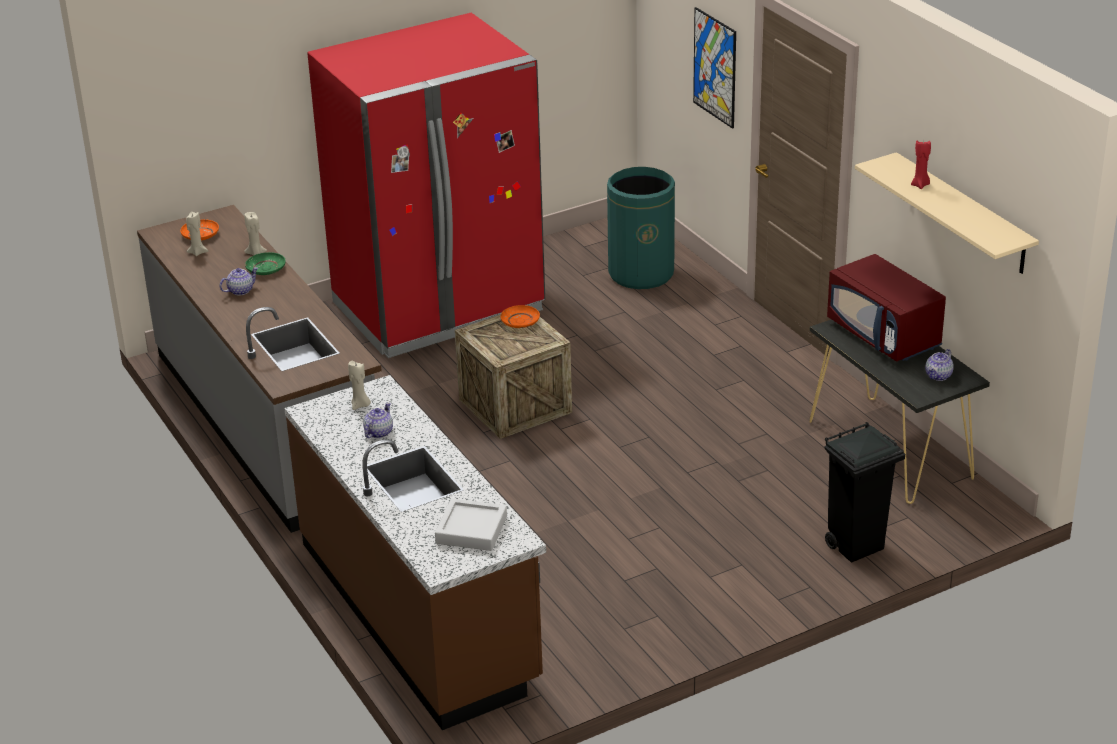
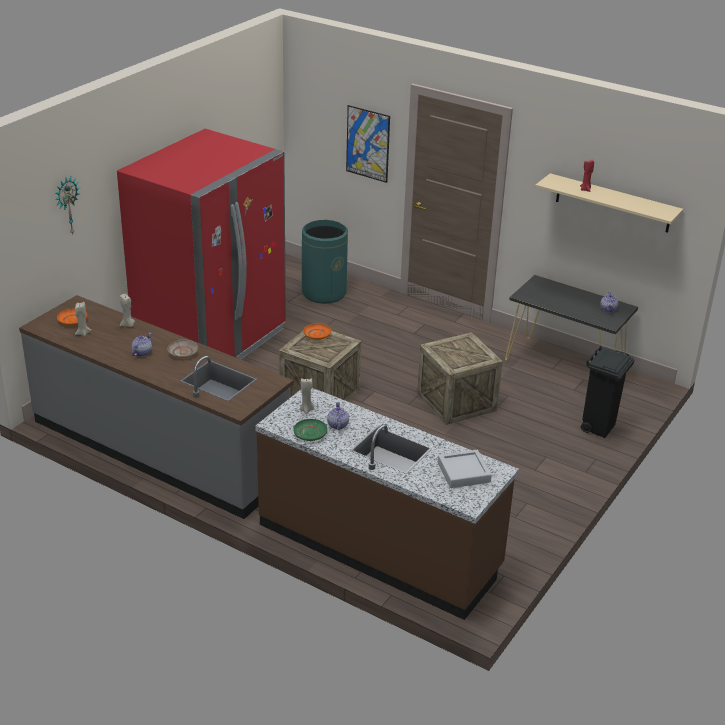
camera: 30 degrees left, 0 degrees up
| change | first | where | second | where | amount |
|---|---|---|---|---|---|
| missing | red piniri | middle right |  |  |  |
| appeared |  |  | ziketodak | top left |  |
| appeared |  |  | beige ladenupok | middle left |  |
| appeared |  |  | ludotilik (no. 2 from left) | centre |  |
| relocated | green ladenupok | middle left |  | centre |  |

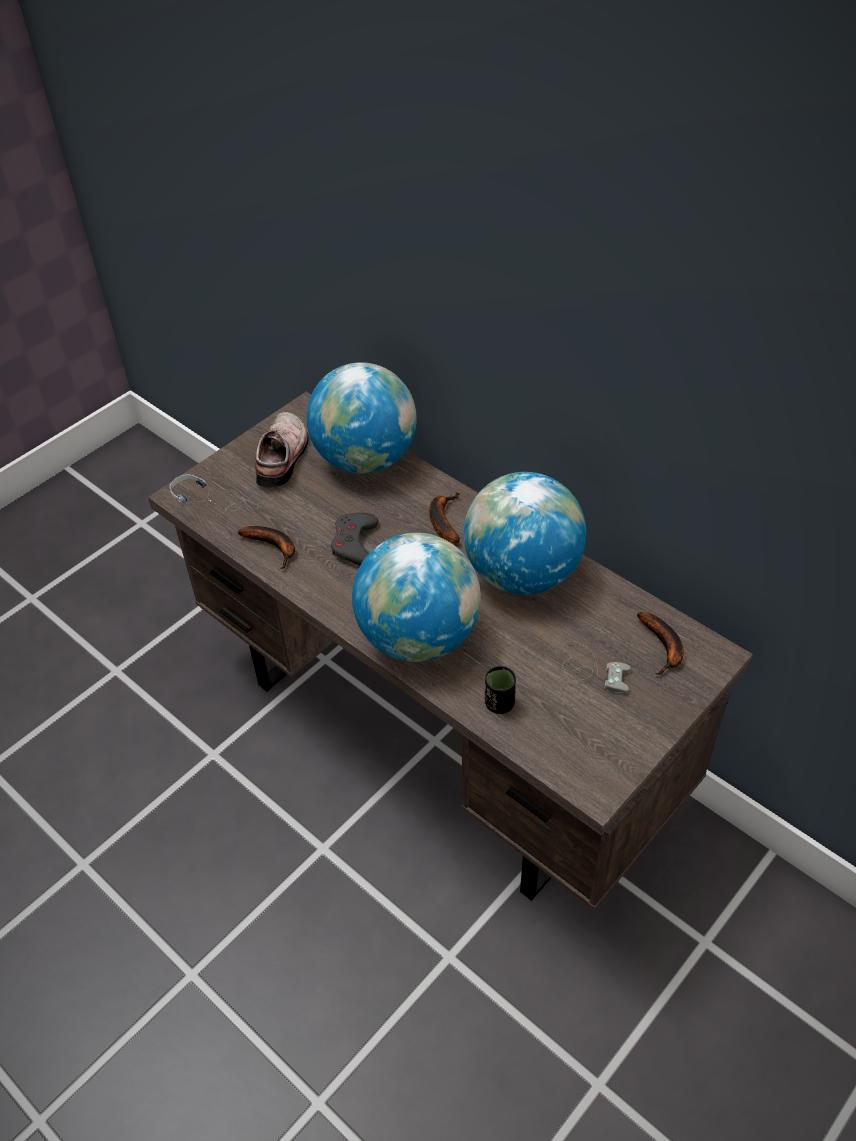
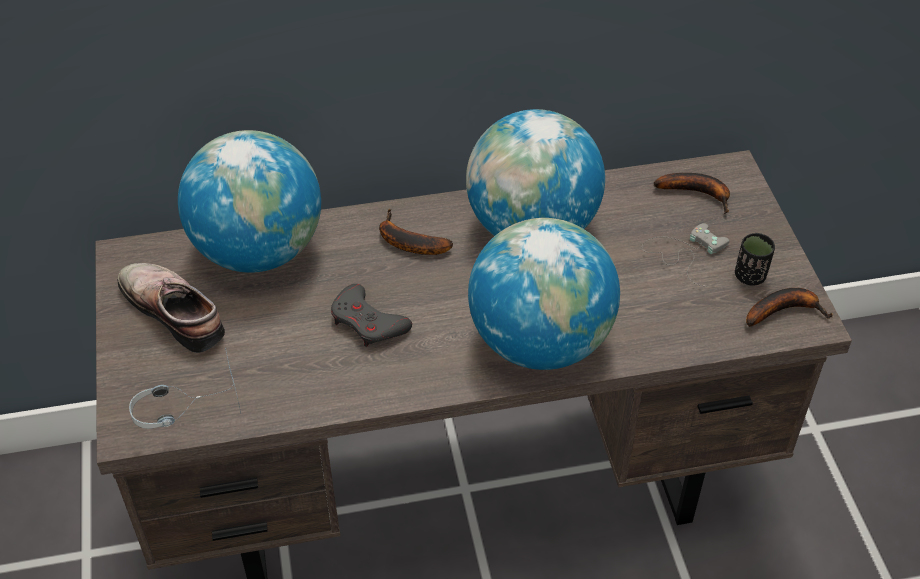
camera: 55 degrees left, 0 degrees up
| change | first | where | second | where | amount |
|---|---|---|---|---|---|
| relocated | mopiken (no. 1 from left in the first image) | middle left | mopiken (no. 3 from left) | middle right |  |
| relocated | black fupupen | centre |  | middle right |  |

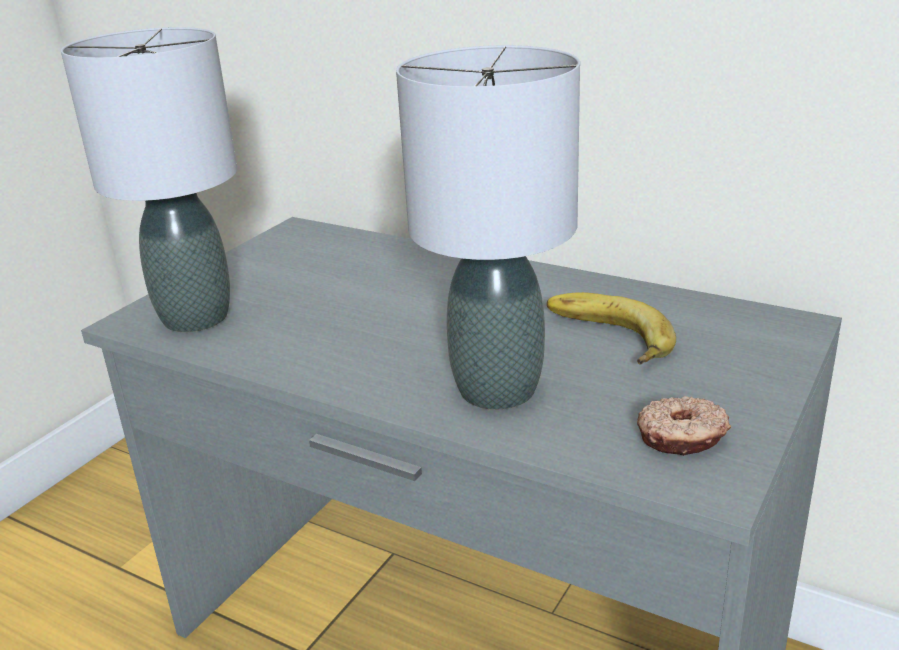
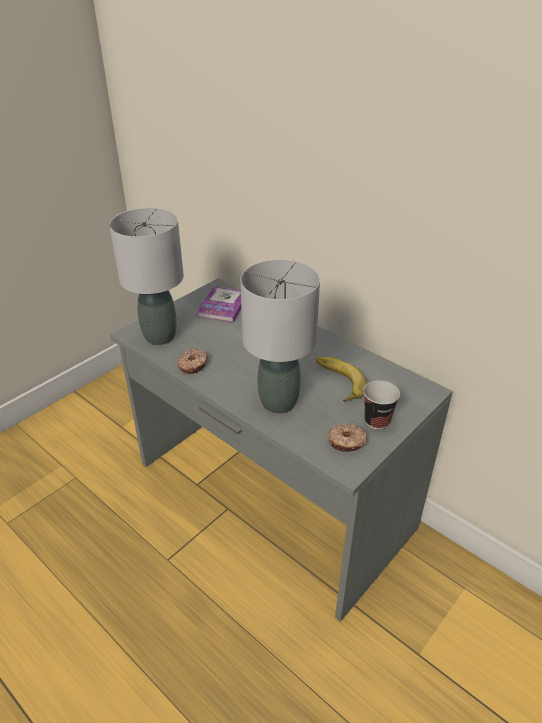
camera: 10 degrees right, 10 degrees up
| change | first | where | second | where | amount |
|---|---|---|---|---|---|
| appeared |  |  | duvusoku (no. 1 from left) | centre |  |
| appeared |  |  | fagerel | centre |  |
| appeared |  |  | fupupen | middle right |  |

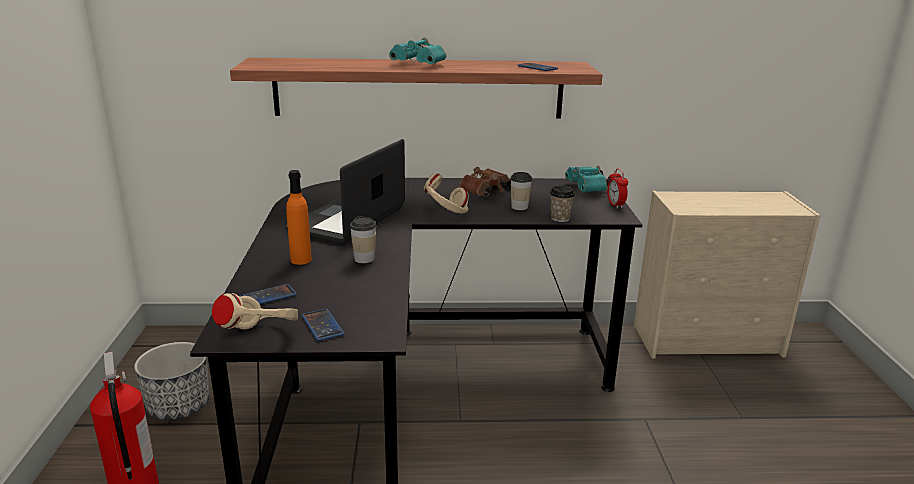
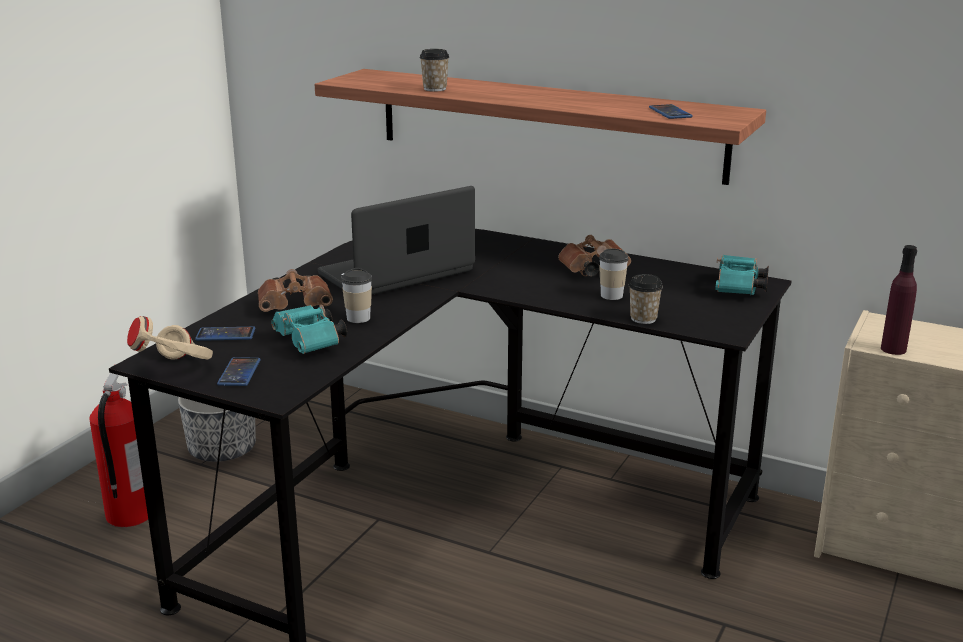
camera: 30 degrees right, 0 degrees up
| change | first | where | second | where | amount |
|---|---|---|---|---|---|
| missing | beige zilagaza (no. 2 from left) | centre |  |  |  |
| missing | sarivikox | middle right |  |  |  |
| appeared |  |  | fupupen (no. 2 from left) | top centre |  |
| appeared |  |  | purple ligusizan | middle right |  |
| relocated | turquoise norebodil (no. 1 from left) | top centre |  | middle left |  |
| exchanged | orange ligusizan | middle left | brown norebodil (no. 1 from left) | middle left |  |

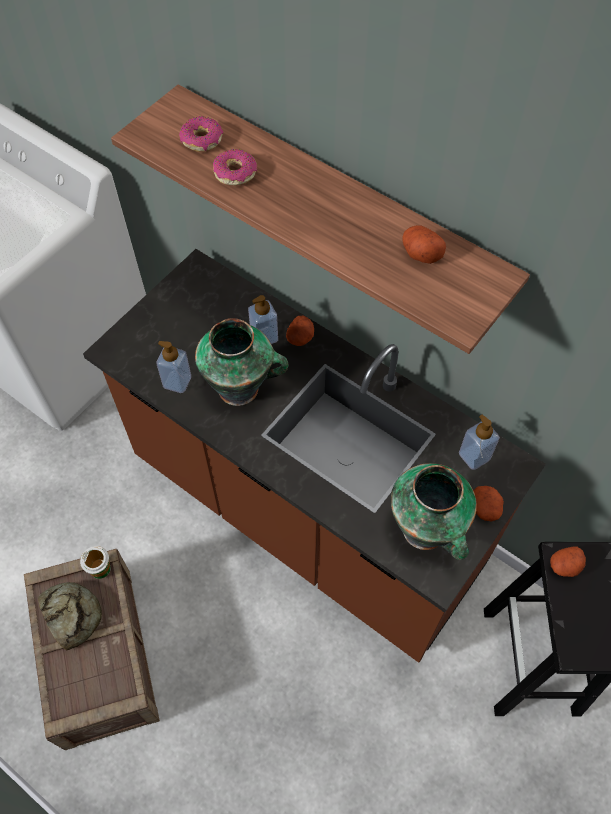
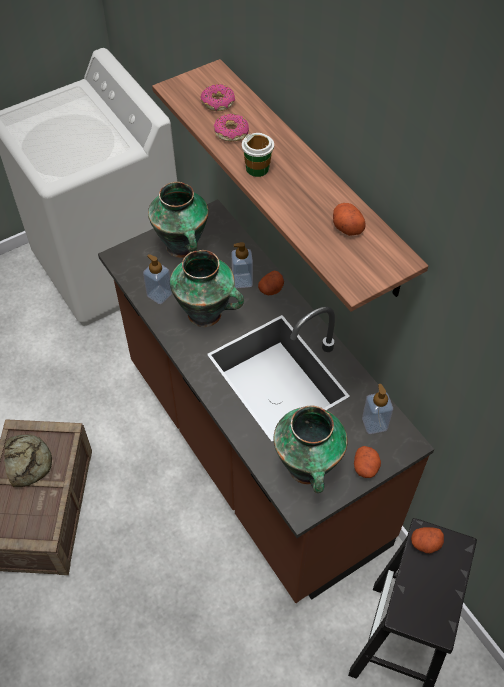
camera: 20 degrees right, 5 degrees down
| change | first | where | second | where | amount |
|---|---|---|---|---|---|
| appeared |  |  | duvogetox (no. 1 from left) | top centre |  |
| relocated | fupupen | bottom left |  | top centre |  |

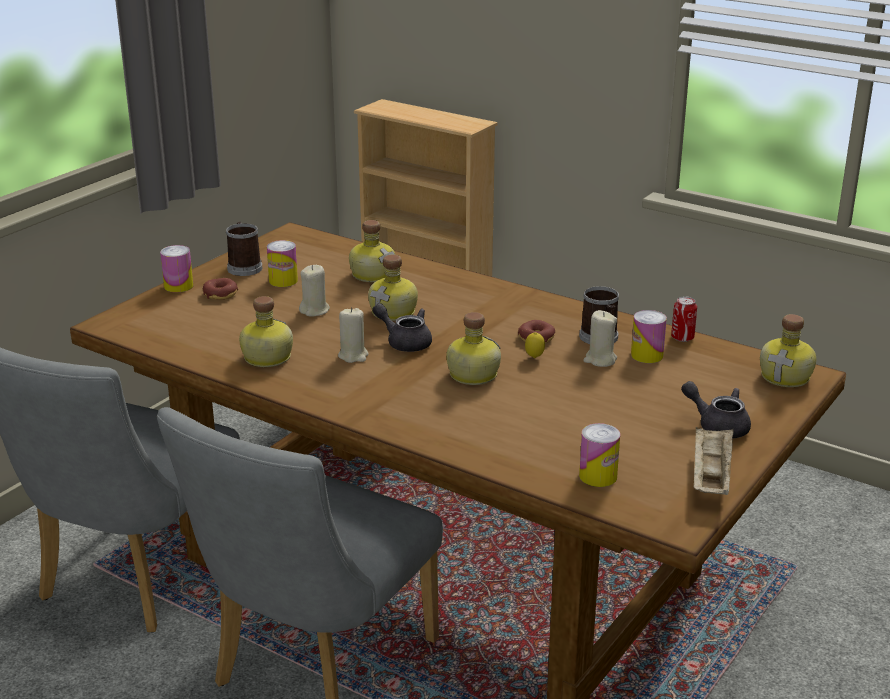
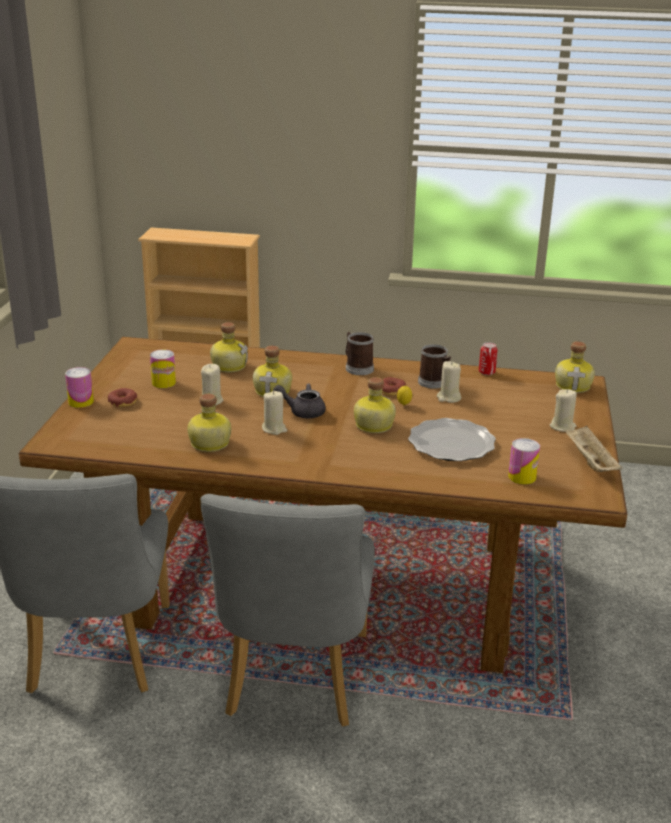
camera: 25 degrees left, 0 degrees up
| change | first | where | second | where | amount |
|---|---|---|---|---|---|
| missing | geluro (no. 4 from left) | middle right |  |  |  |
| appeared |  |  | ladenupok | middle right |  |
| relocated | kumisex (no. 1 from left) | middle left |  | centre |  |
| exchanged | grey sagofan (no. 2 from left) | middle right | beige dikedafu (no. 4 from left) | middle right |  |

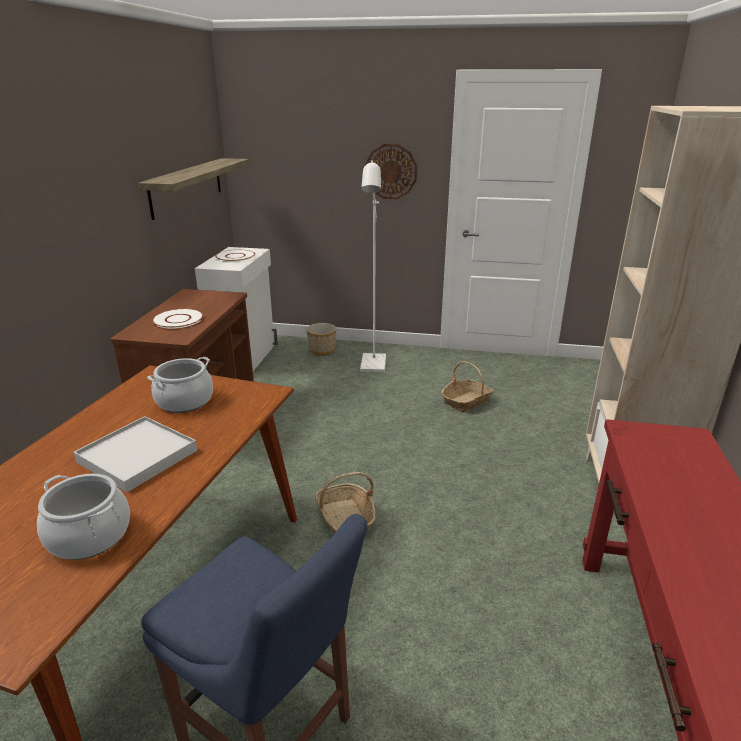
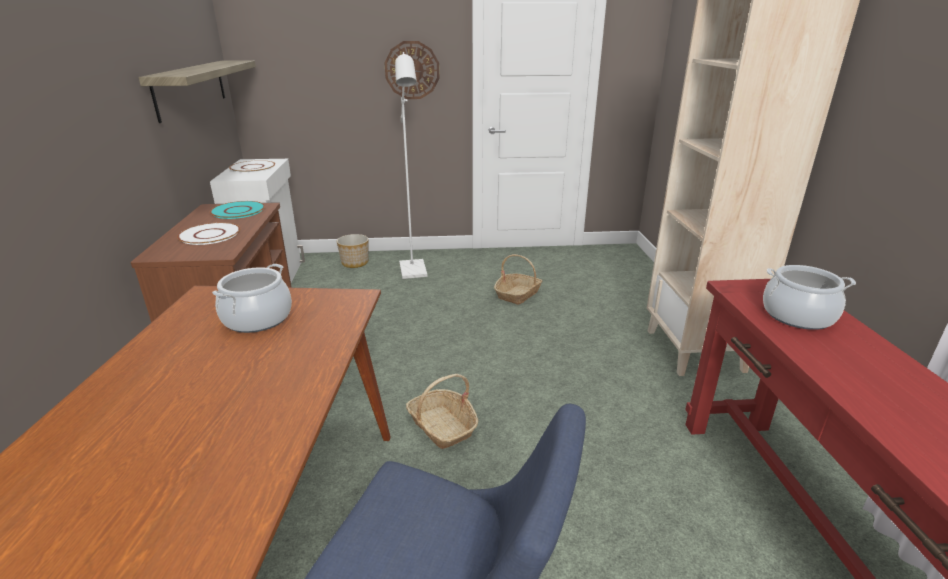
camera: 15 degrees left, 0 degrees up
| change | first | where | second | where | amount |
|---|---|---|---|---|---|
| missing | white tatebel | middle left |  |  |  |
| appeared |  |  | turquoise ladenupok | middle left |  |
| relocated | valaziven (no. 1 from left in the first image) | bottom left | valaziven (no. 2 from left) | middle right |  |

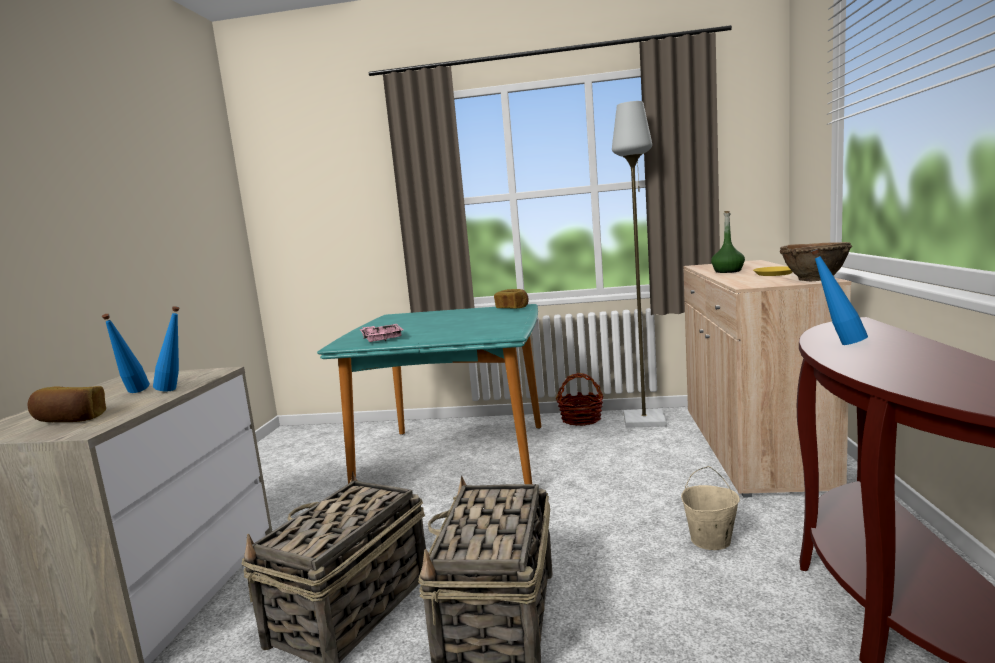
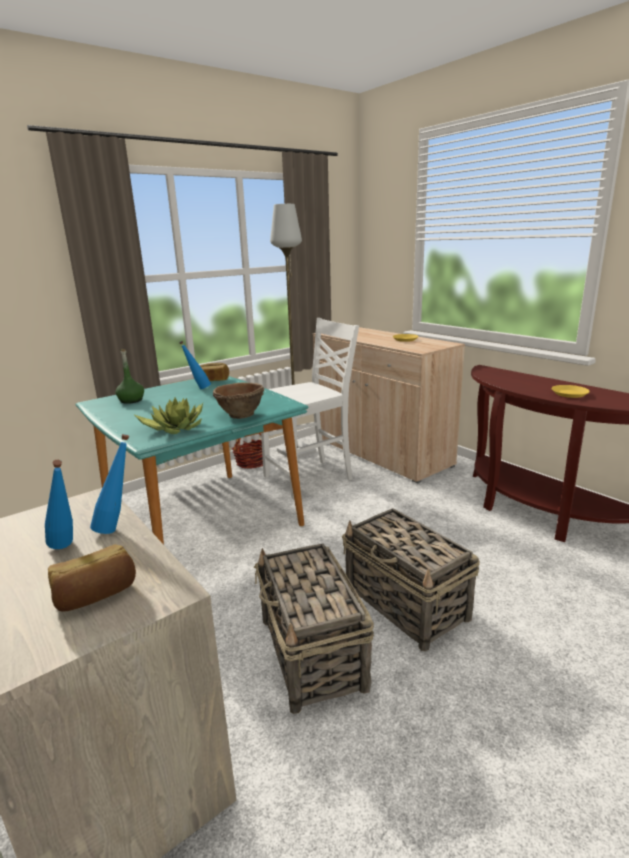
camera: 45 degrees left, 10 degrees up
| change | first | where | second | where | amount |
|---|---|---|---|---|---|
| missing | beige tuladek | bottom right |  |  |  |
| appeared |  |  | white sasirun | centre |  |
| appeared |  |  | yellow ladenupok (no. 2 from left) | middle right |  |
| relocated | green ligusizan | middle right |  | middle left |  |
| relocated | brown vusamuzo | middle right |  | centre |  |
| relocated | blue ligusizan (no. 3 from left) | middle right |  | middle left |  |
| exchanged | pink tatebel | centre | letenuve | middle left |  |

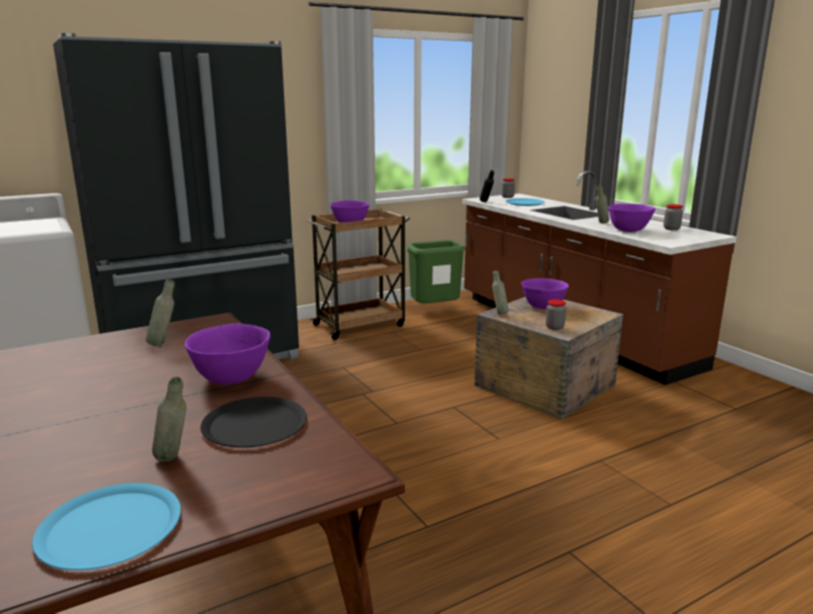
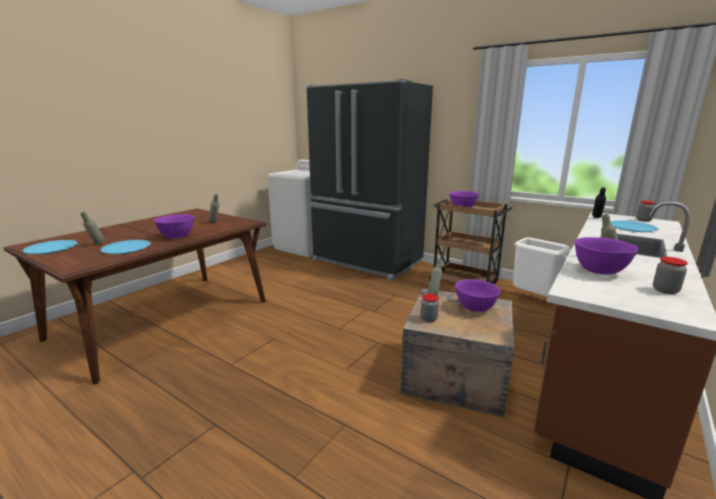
camera: 65 degrees right, 0 degrees up
| change | first | where | second | where | amount |
|---|---|---|---|---|---|
| colour | black ladenupok | bottom left | blue ladenupok (no. 2 from left) | middle left |  |
| colour | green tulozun | centre | white tulozun | middle right |  |

